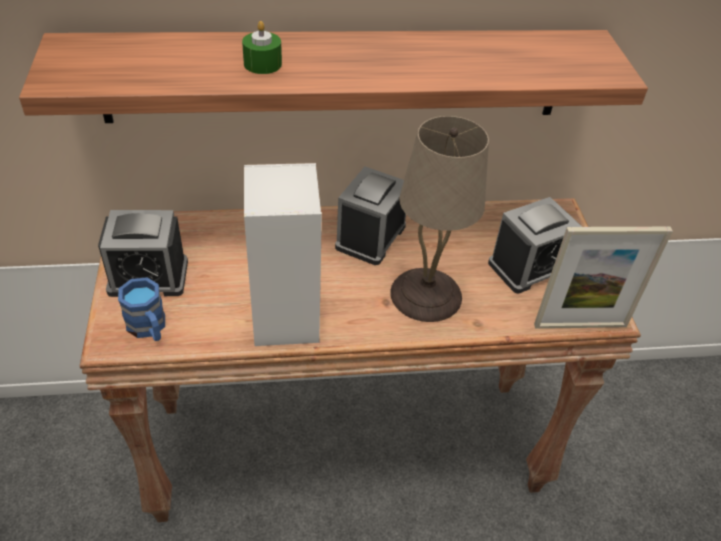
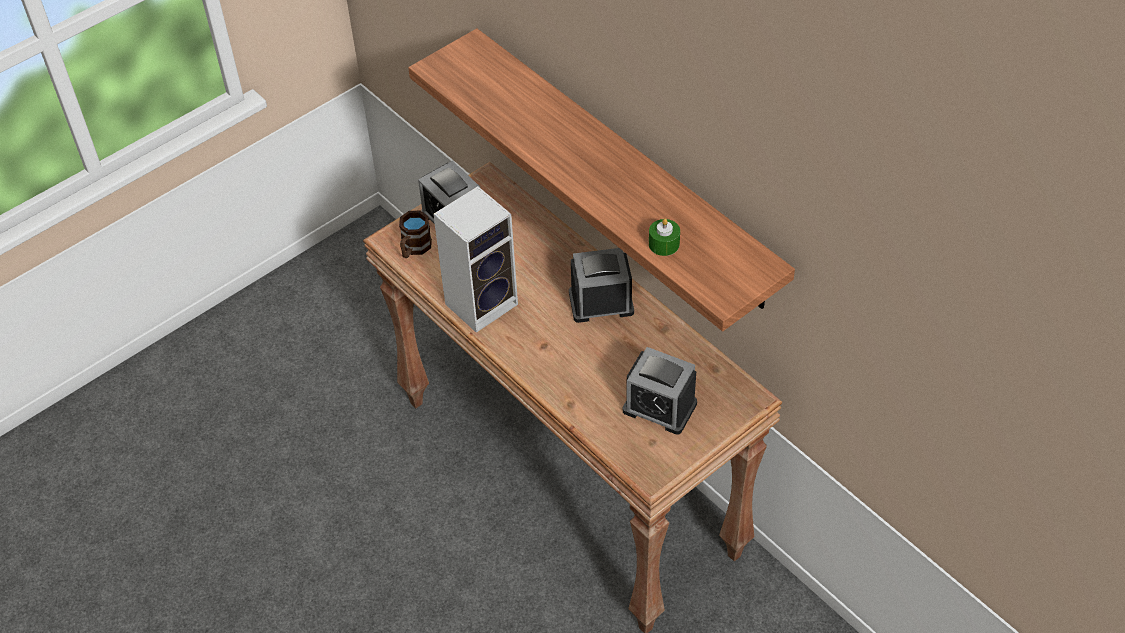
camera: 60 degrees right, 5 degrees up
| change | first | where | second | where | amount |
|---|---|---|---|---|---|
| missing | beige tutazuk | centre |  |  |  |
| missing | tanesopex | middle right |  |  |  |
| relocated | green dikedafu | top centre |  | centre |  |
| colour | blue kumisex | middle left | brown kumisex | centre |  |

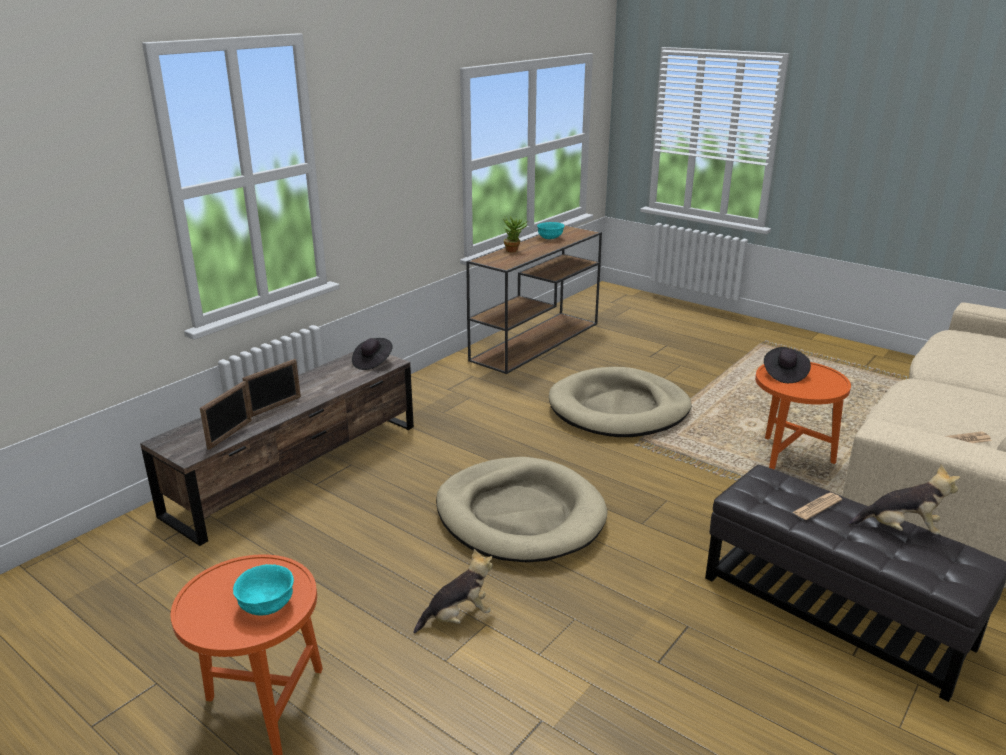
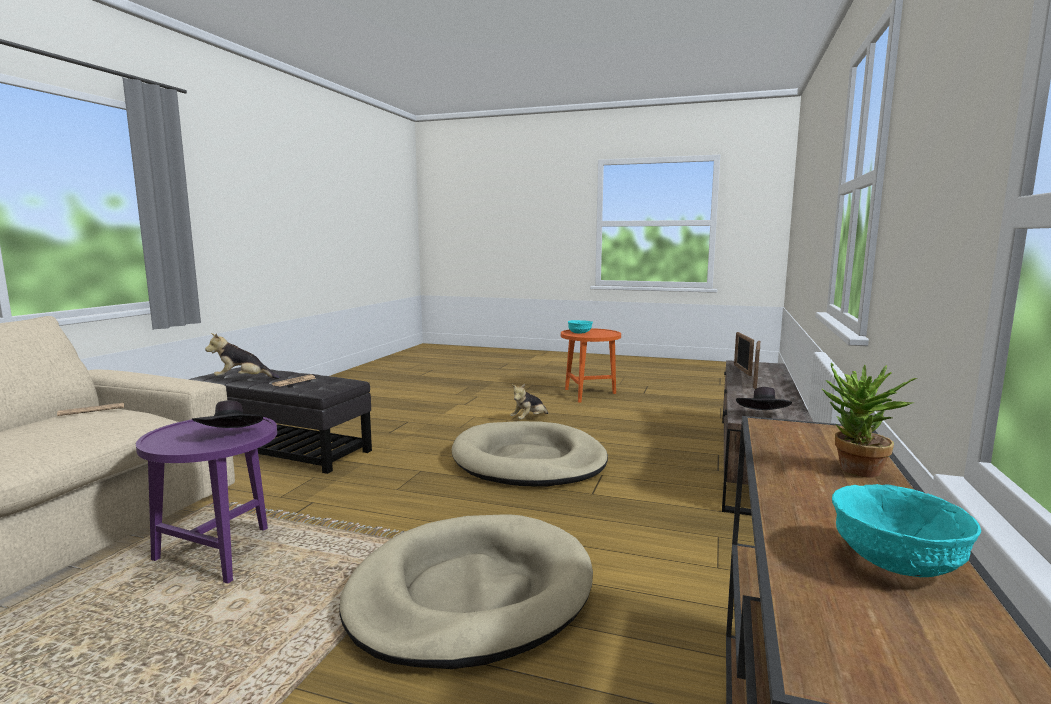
camera: 160 degrees right, 15 degrees down
| change | first | where | second | where | amount |
|---|---|---|---|---|---|
| colour | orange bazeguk (no. 2 from left) | middle right | purple bazeguk | bottom left |  |

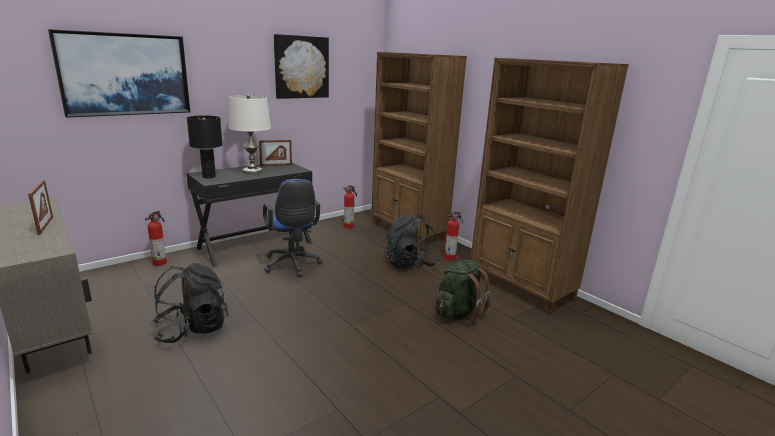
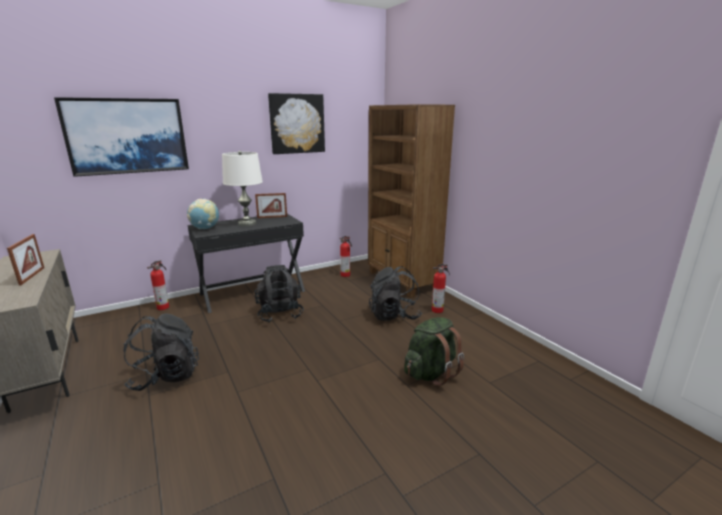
camera: 10 degrees right, 0 degrees up
| change | first | where | second | where | amount |
|---|---|---|---|---|---|
| missing | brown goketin (no. 2 from left) | middle right |  |  |  |
| exchanged | black tutazuk | middle left | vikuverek | middle left |  |
| exchanged | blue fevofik | centre | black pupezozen (no. 2 from left) | centre |  |

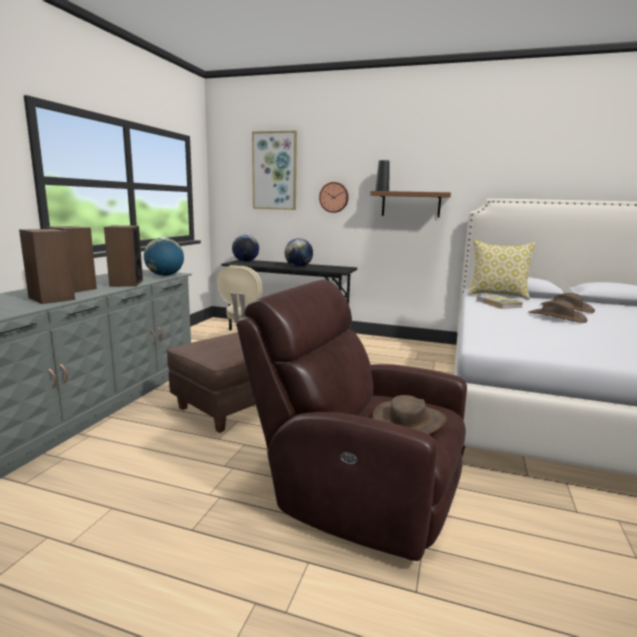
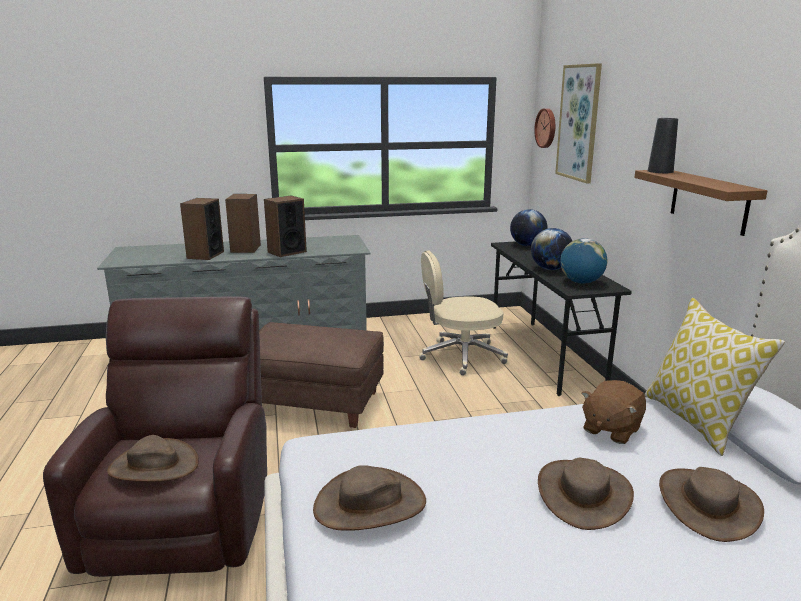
camera: 60 degrees right, 5 degrees up
| change | first | where | second | where | amount |
|---|---|---|---|---|---|
| appeared |  |  | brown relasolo (no. 2 from left) | bottom centre |  |
| relocated | vikuverek (no. 1 from left in the first image) | middle left | vikuverek (no. 3 from left) | middle right |  |
| relocated | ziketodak | top centre |  | top right |  |
| exchanged | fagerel | middle right | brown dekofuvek | bottom right |  |

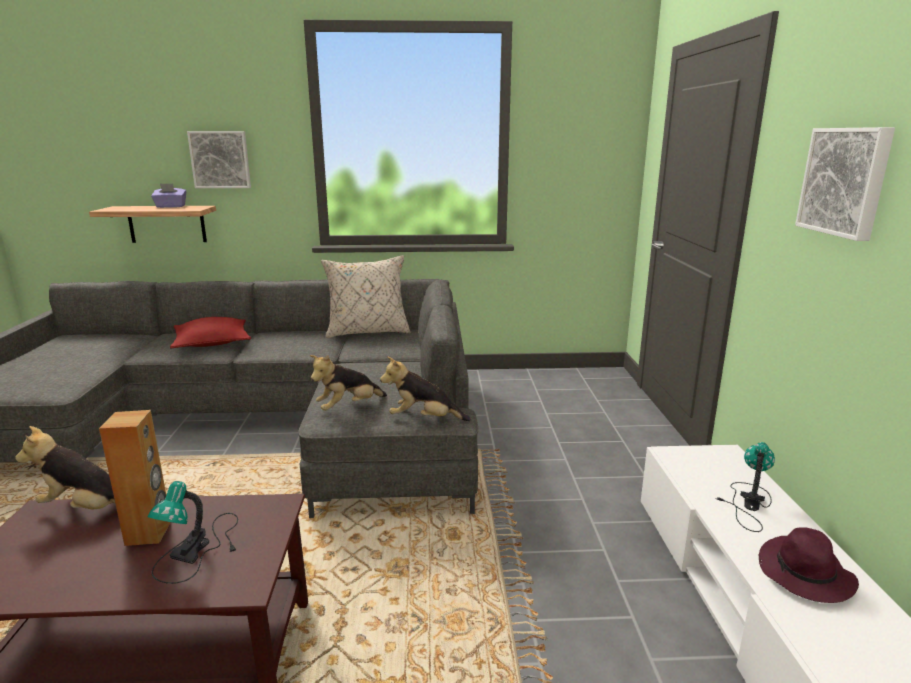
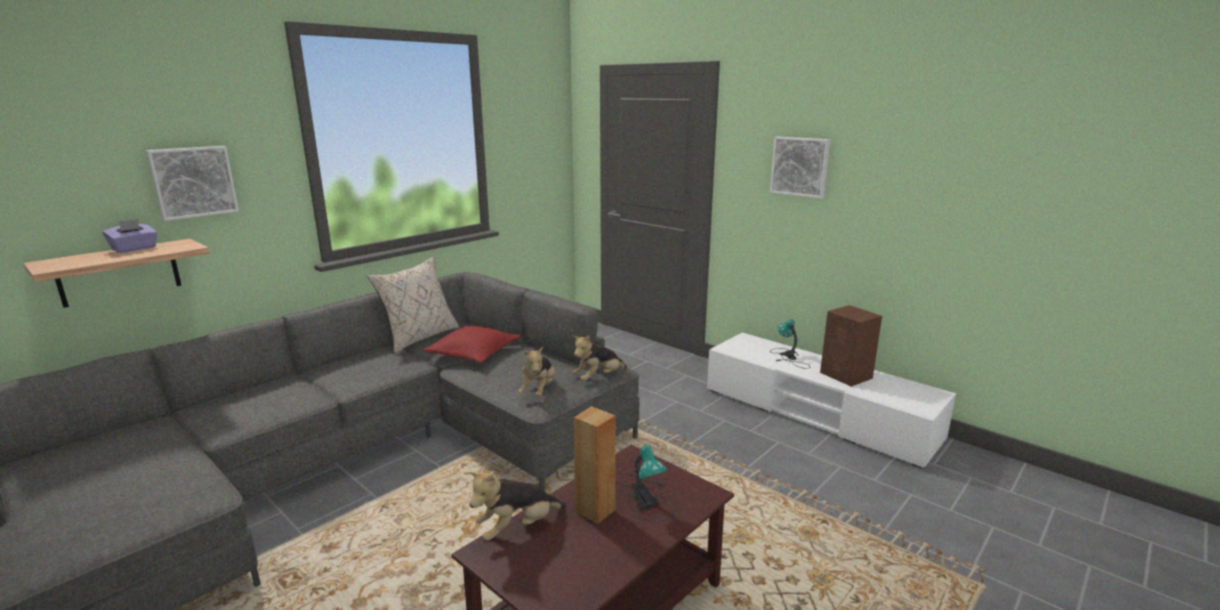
camera: 45 degrees left, 0 degrees up
| change | first | where | second | where | amount |
|---|---|---|---|---|---|
| relocated | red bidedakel | middle left |  | centre |  |
| exchanged | purple relasolo | bottom right | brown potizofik (no. 2 from left) | middle right |  |

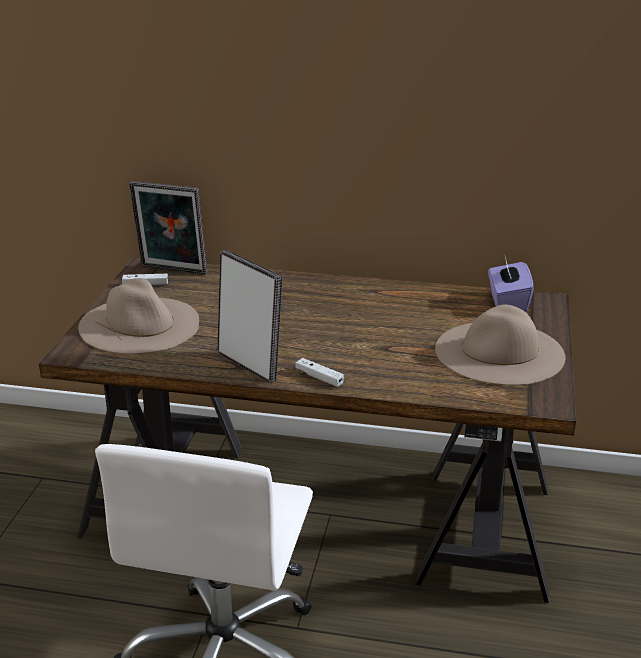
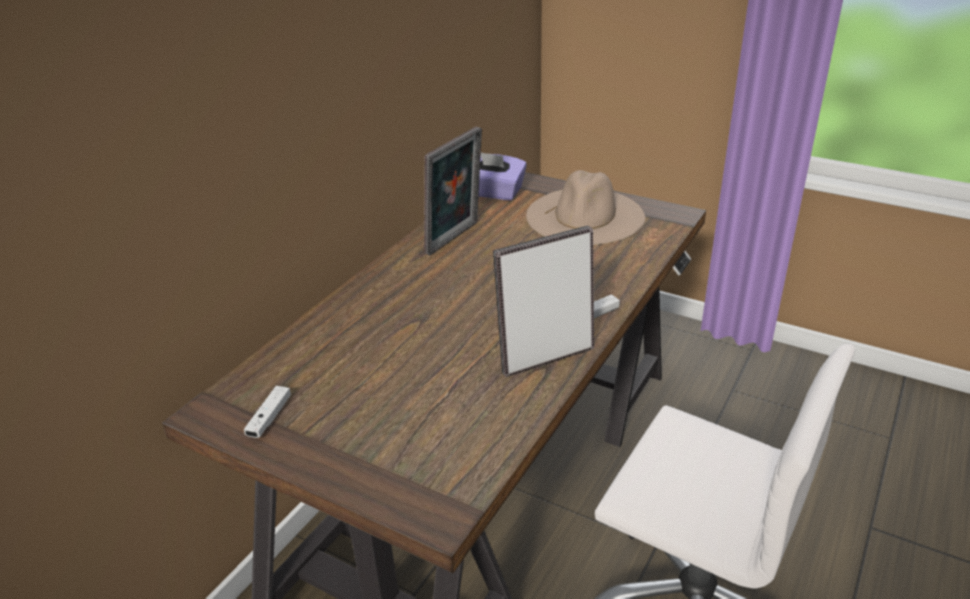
camera: 70 degrees left, 5 degrees up
| change | first | where | second | where | amount |
|---|---|---|---|---|---|
| missing | beige relasolo (no. 1 from left) | middle left |  |  |  |
| relocated | tanesopex (no. 1 from left) | middle left |  | top centre |  |

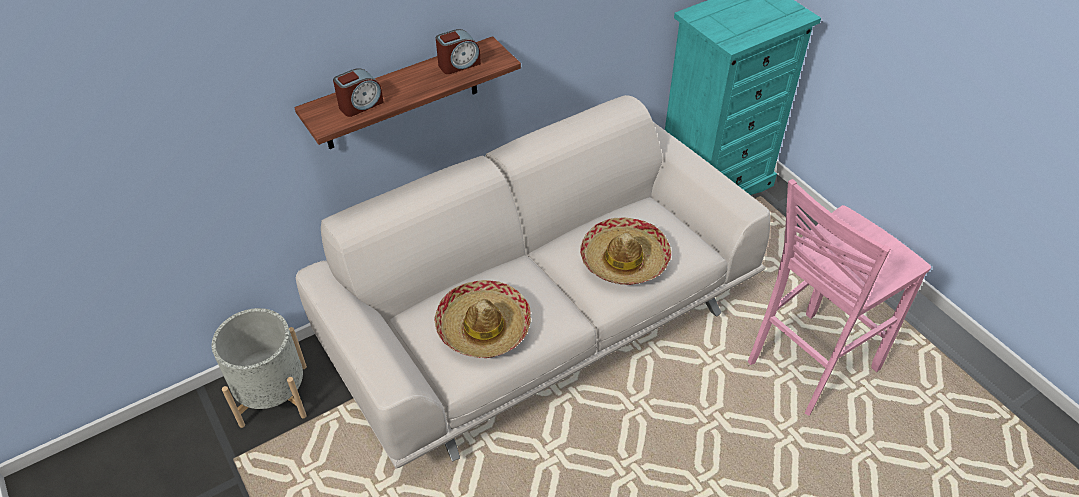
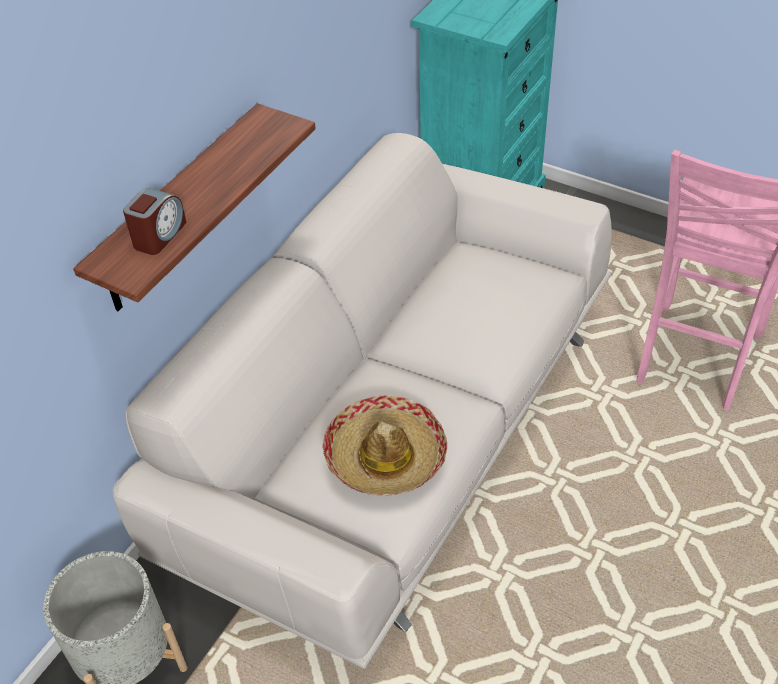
camera: 25 degrees left, 0 degrees up
| change | first | where | second | where | amount |
|---|---|---|---|---|---|
| missing | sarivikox (no. 2 from left) | top centre |  |  |  |
| missing | relasolo (no. 2 from left) | centre |  |  |  |

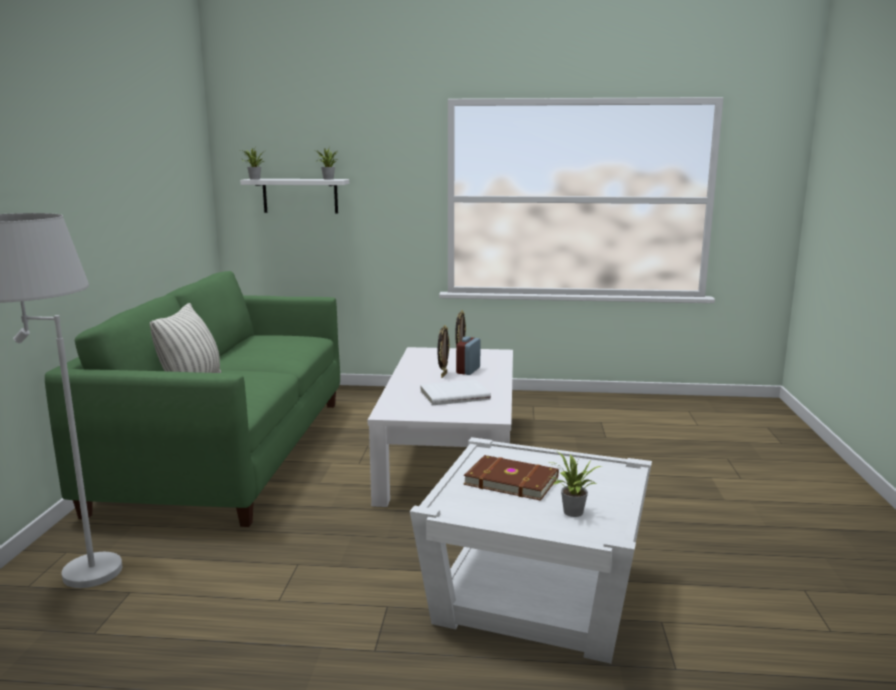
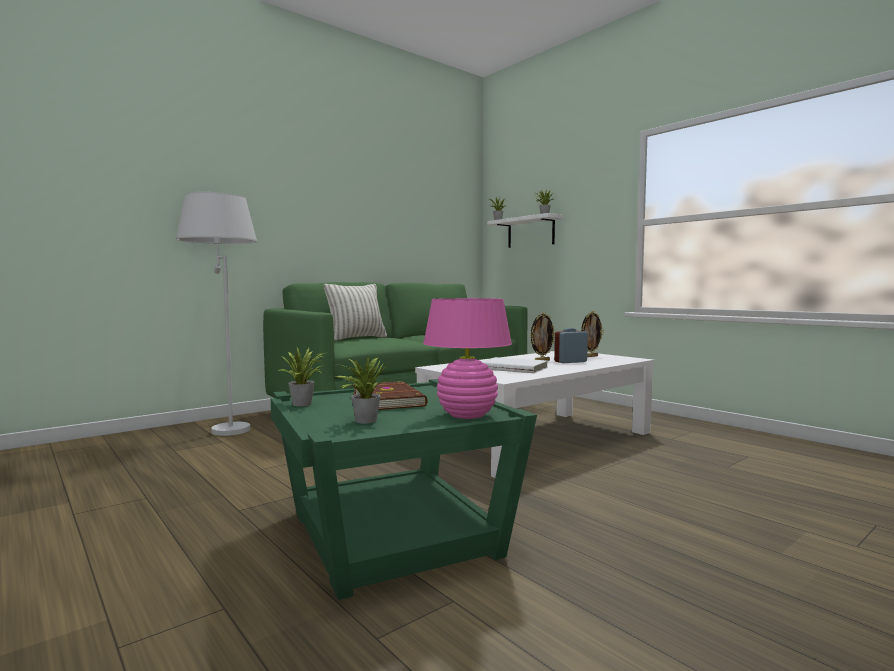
camera: 45 degrees right, 10 degrees down
| change | first | where | second | where | amount |
|---|---|---|---|---|---|
| appeared |  |  | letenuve (no. 1 from left) | centre |  |
| appeared |  |  | pink tutazuk | centre |  |
| colour | white bazeguk | bottom centre | green bazeguk | bottom centre |  |

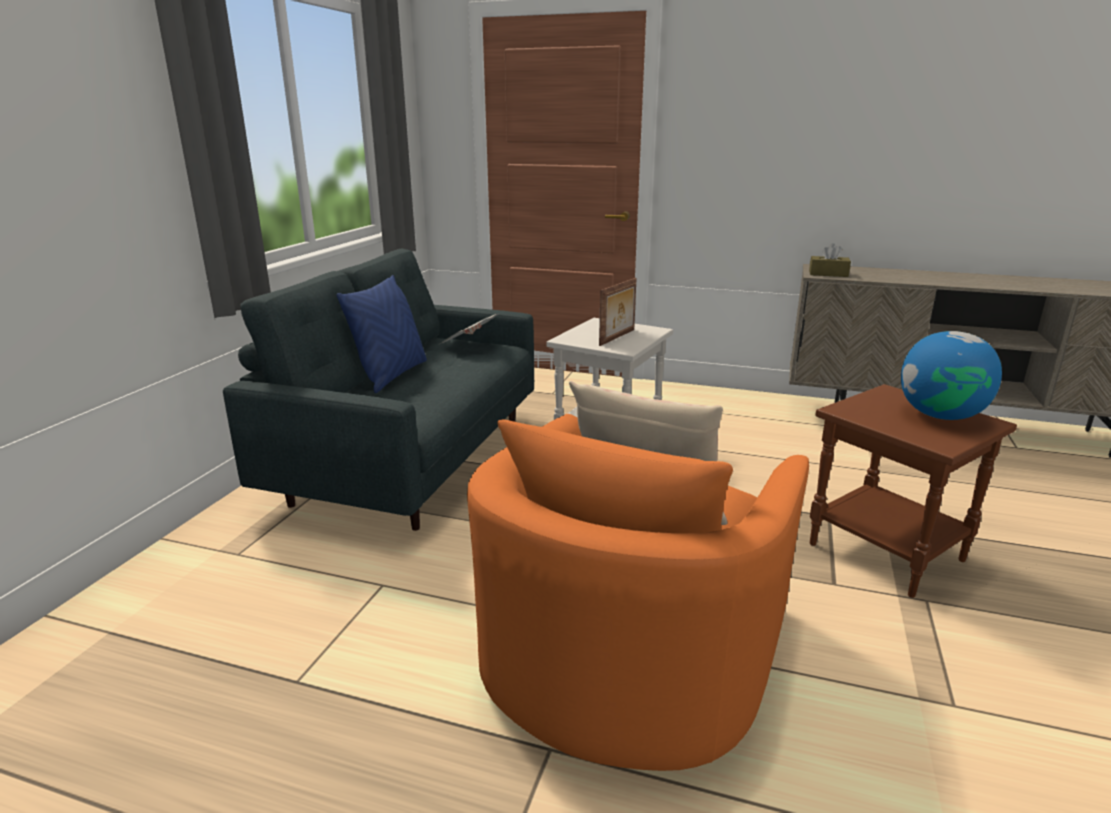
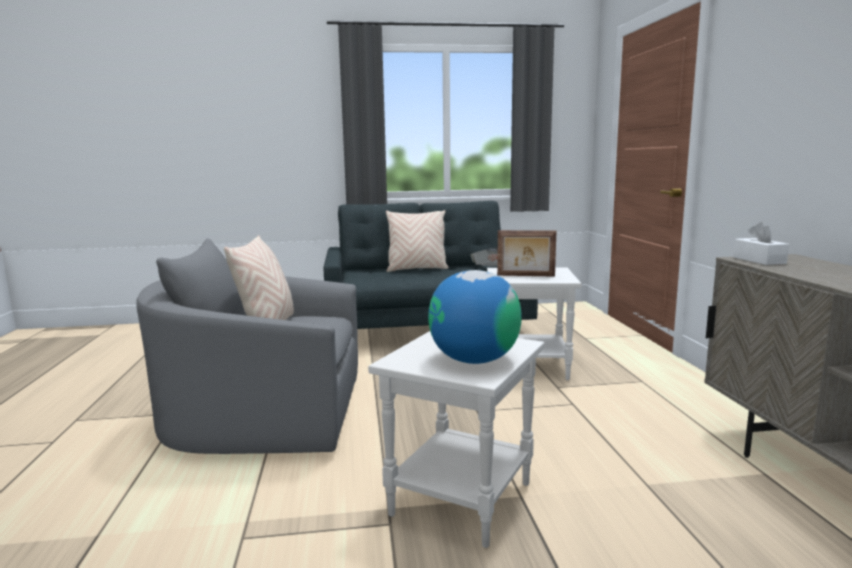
camera: 65 degrees right, 10 degrees down
| change | first | where | second | where | amount |
|---|---|---|---|---|---|
| colour | blue bidedakel | centre | beige bidedakel (no. 2 from left) | centre |  |
| colour | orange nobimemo | bottom centre | grey nobimemo | middle left |  |
| colour | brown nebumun | top right | white nebumun | middle right |  |
| colour | brown bazeguk | middle right | white bazeguk (no. 1 from left) | bottom centre |  |

